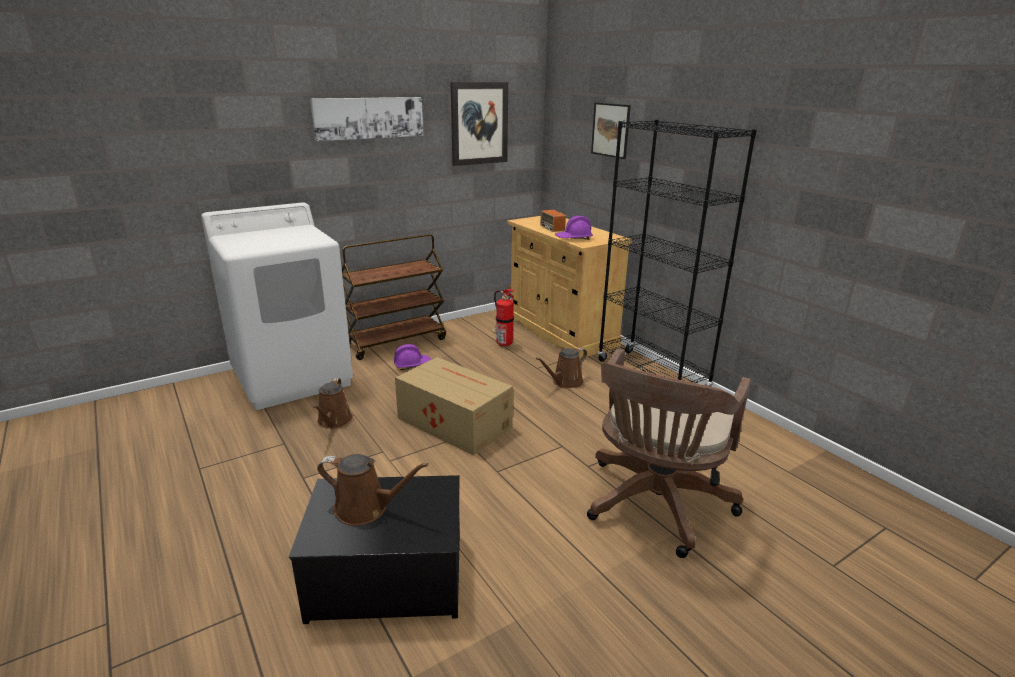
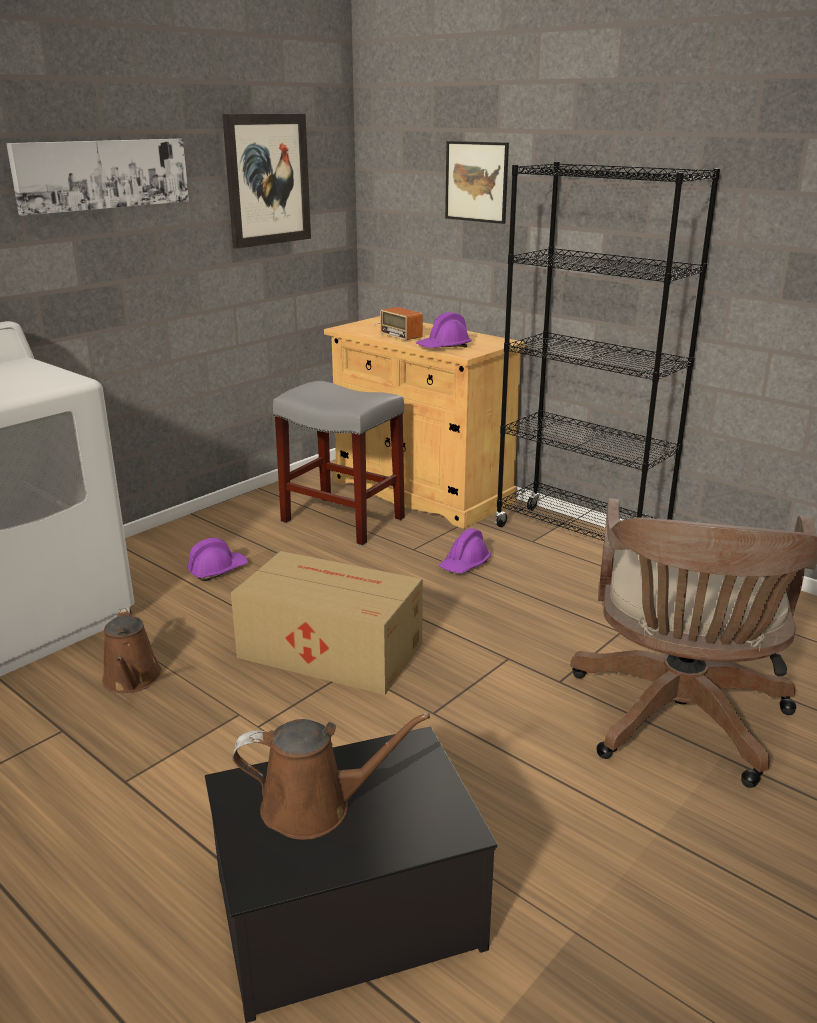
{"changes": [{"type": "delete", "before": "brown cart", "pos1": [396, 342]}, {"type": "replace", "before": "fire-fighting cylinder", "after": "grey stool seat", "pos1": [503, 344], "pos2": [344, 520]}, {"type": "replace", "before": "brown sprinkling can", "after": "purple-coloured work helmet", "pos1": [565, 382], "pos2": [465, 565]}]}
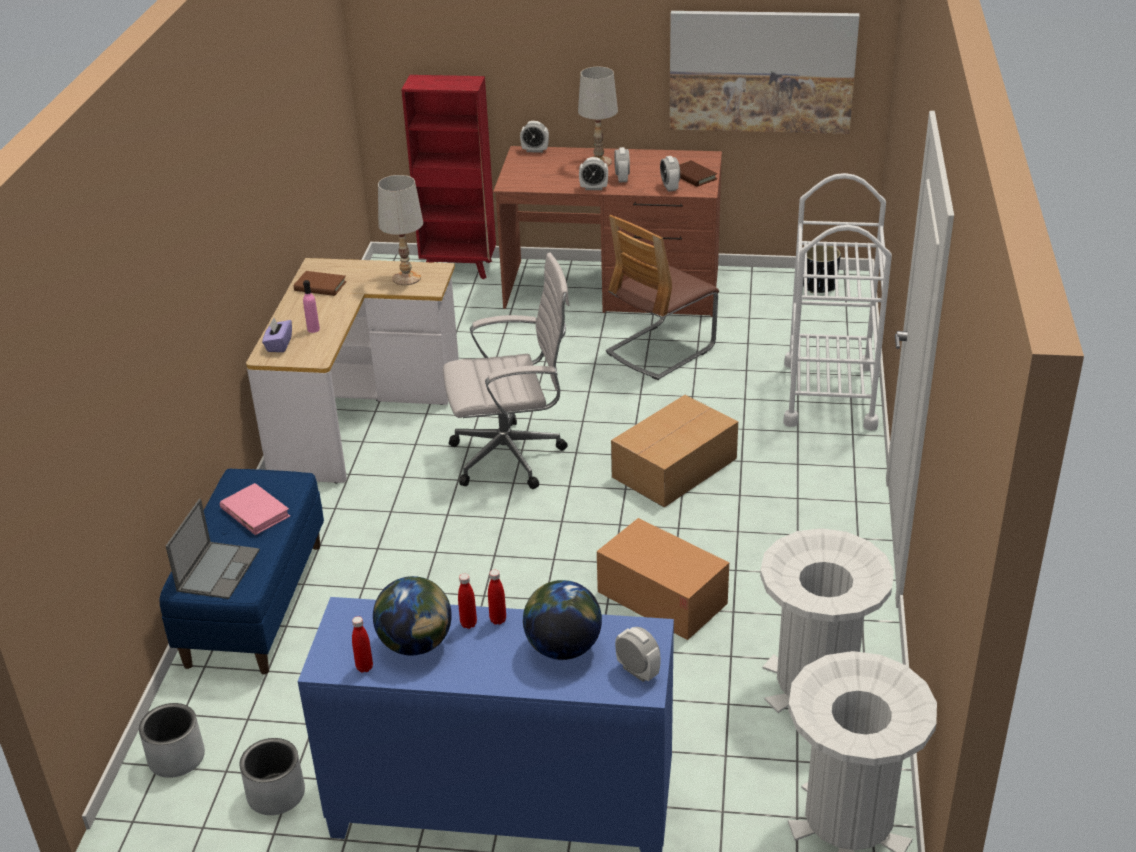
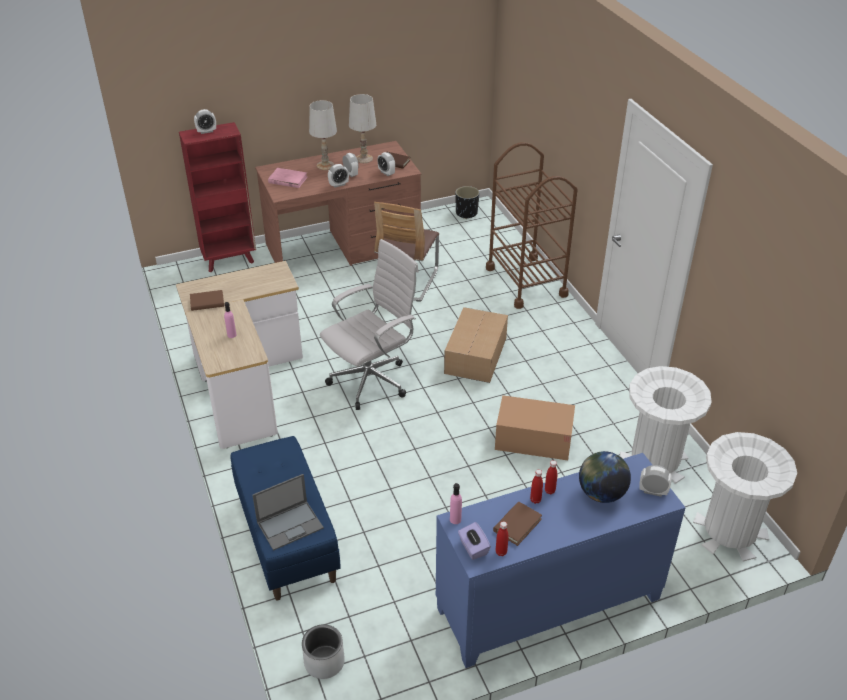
{"changes": [{"type": "rotate", "before": "laptop", "pos1": [218, 570], "pos2": [290, 525], "turn": 75}, {"type": "move", "before": "pinkish book", "pos1": [255, 512], "pos2": [287, 180]}, {"type": "delete", "before": "grey flower pot", "pos1": [276, 795]}, {"type": "move", "before": "purple-coloured box of tissues", "pos1": [279, 345], "pos2": [473, 548]}, {"type": "replace", "before": "desk globe", "after": "brown book", "pos1": [416, 644], "pos2": [517, 525]}, {"type": "move", "before": "white table lamp", "pos1": [406, 278], "pos2": [364, 159]}, {"type": "move", "before": "bedside clock", "pos1": [535, 150], "pos2": [206, 131]}, {"type": "delete", "before": "picture", "pos1": [761, 71]}, {"type": "recolor", "before": "white cart", "after": "brown cart", "pos1": [829, 395], "pos2": [526, 281]}, {"type": "insert", "after": "pinkish drink bottle", "pos2": [455, 519]}]}
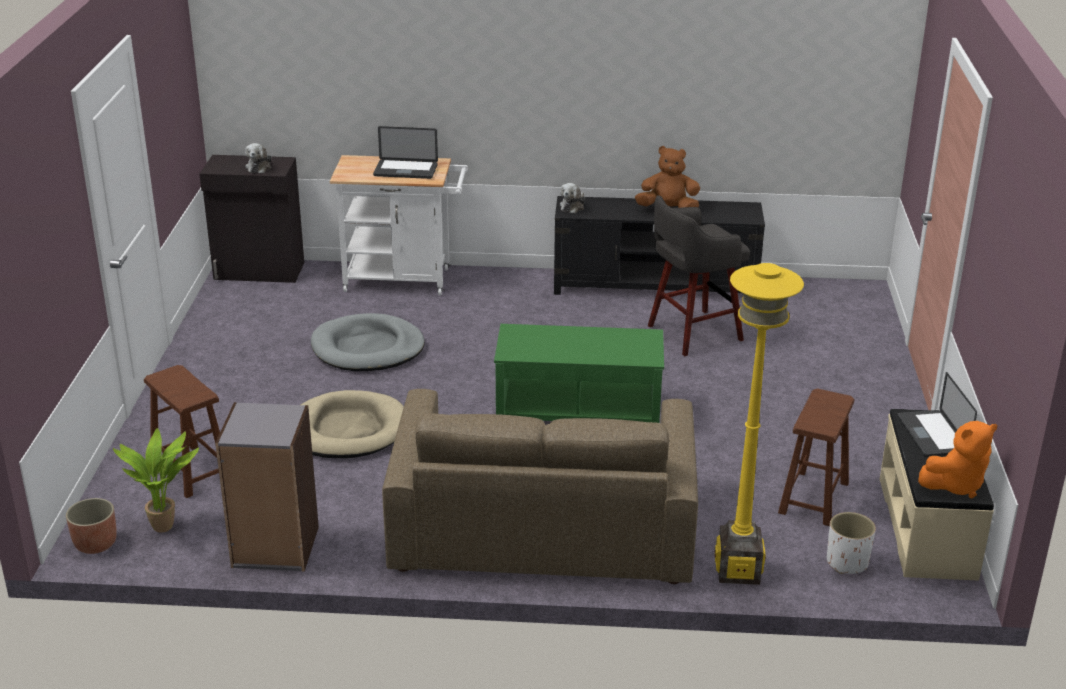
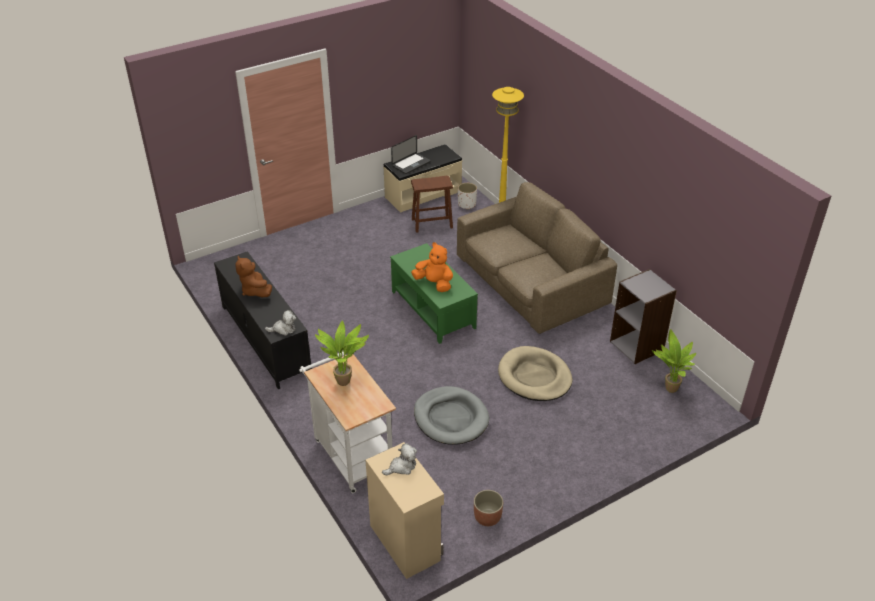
{"changes": [{"type": "move", "before": "flower pot", "pos1": [95, 544], "pos2": [487, 517]}, {"type": "delete", "before": "brown stool seat", "pos1": [191, 471]}, {"type": "recolor", "before": "black cabinet", "after": "beige-coloured cabinet", "pos1": [259, 271], "pos2": [406, 542]}, {"type": "replace", "before": "laptop", "after": "potted plant", "pos1": [405, 170], "pos2": [345, 381]}, {"type": "delete", "before": "grey stool seat", "pos1": [692, 333]}, {"type": "move", "before": "orangey plush toy", "pos1": [955, 485], "pos2": [434, 283]}]}
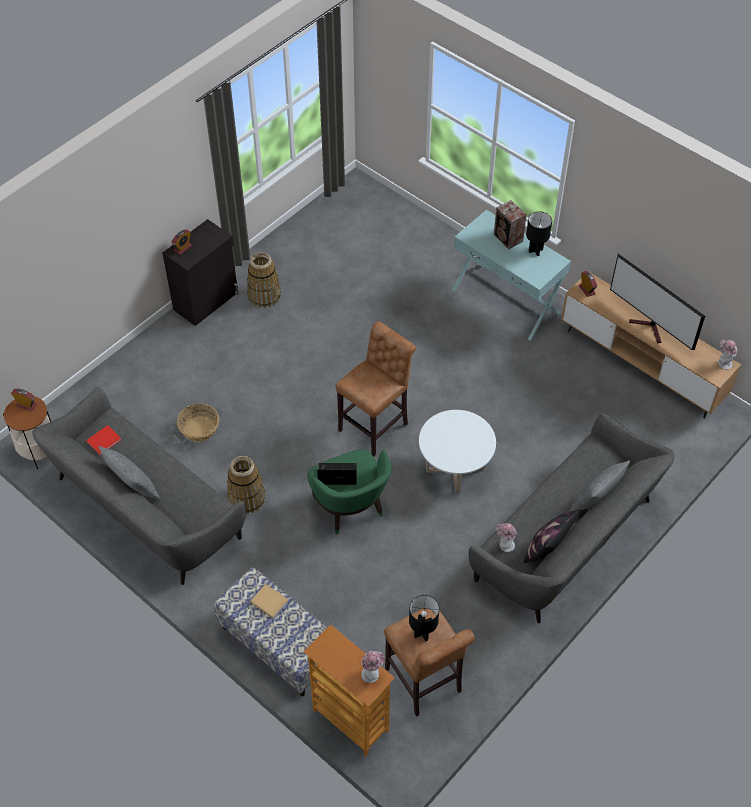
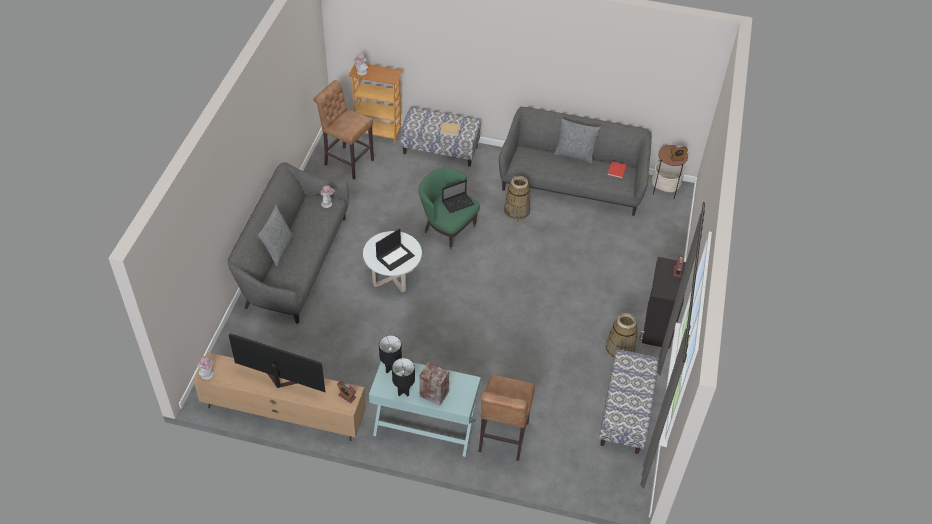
{"changes": [{"type": "delete", "before": "storage basket", "pos1": [199, 428]}, {"type": "move", "before": "brown stool seat", "pos1": [376, 425], "pos2": [502, 440]}, {"type": "move", "before": "black table lamp", "pos1": [422, 633], "pos2": [391, 368]}, {"type": "delete", "before": "cushion", "pos1": [547, 548]}, {"type": "insert", "after": "laptop", "pos2": [395, 256]}, {"type": "insert", "after": "long seat", "pos2": [625, 414]}]}
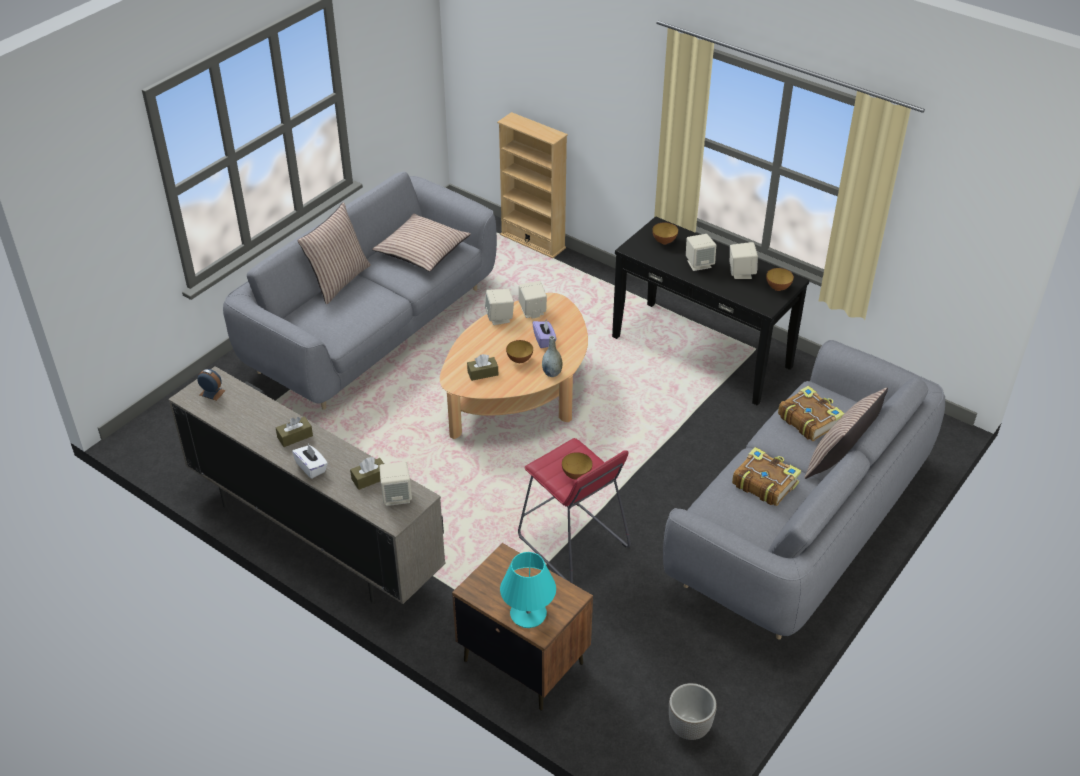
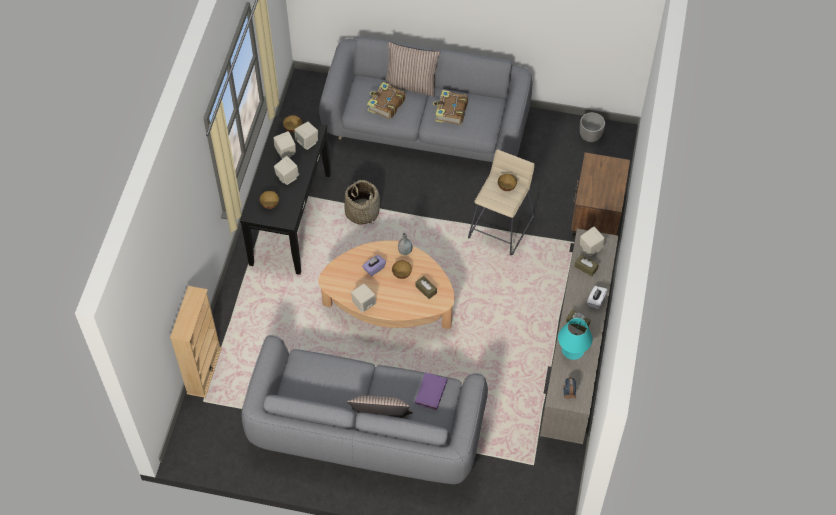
{"changes": [{"type": "delete", "before": "cushion", "pos1": [422, 251]}, {"type": "move", "before": "blue-green table lamp", "pos1": [528, 614], "pos2": [572, 350]}, {"type": "recolor", "before": "reddish stool seat", "after": "beige-coloured stool seat", "pos1": [573, 543], "pos2": [500, 227]}, {"type": "move", "before": "beige-coloured loudspeaker", "pos1": [532, 311], "pos2": [307, 142]}, {"type": "insert", "after": "storage basket", "pos2": [362, 212]}, {"type": "insert", "after": "purple-coloured book", "pos2": [430, 392]}]}
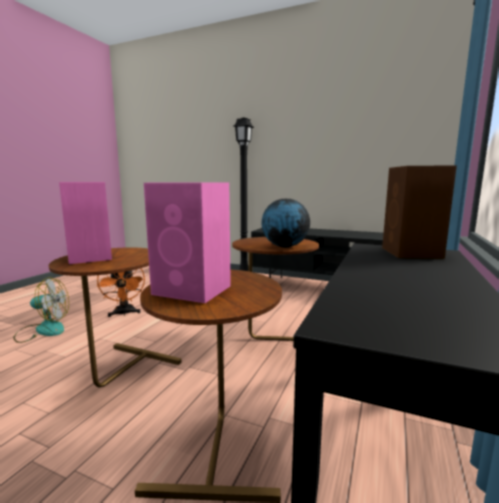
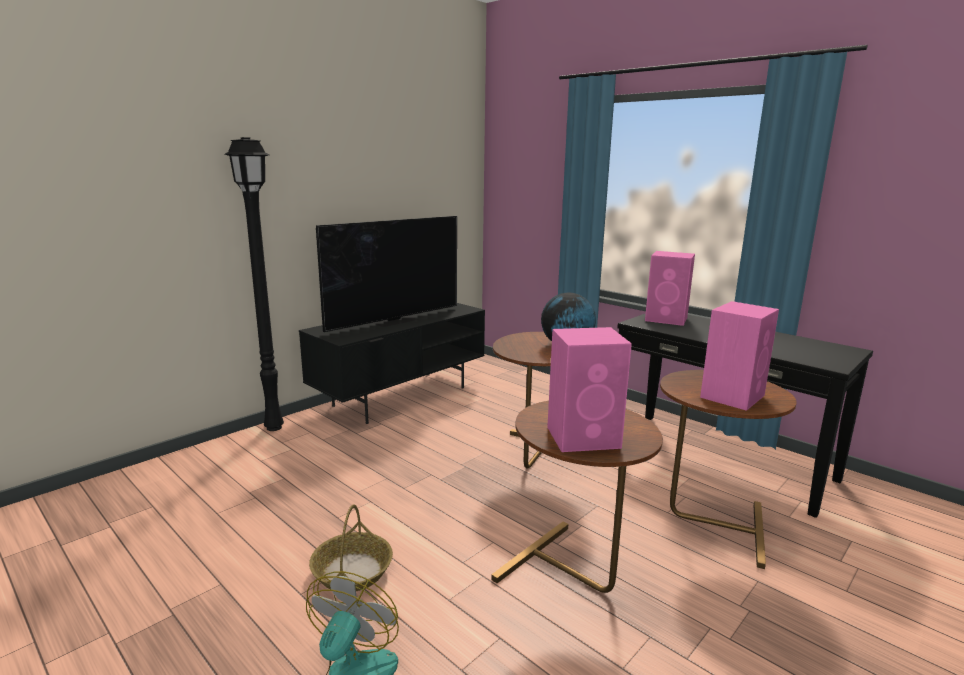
{"changes": [{"type": "replace", "before": "orangey cooling fan", "after": "storage basket", "pos1": [124, 313], "pos2": [352, 571]}, {"type": "recolor", "before": "brown loudspeaker", "after": "pinkish loudspeaker", "pos1": [411, 253], "pos2": [667, 319]}, {"type": "insert", "after": "TV set", "pos2": [395, 320]}]}
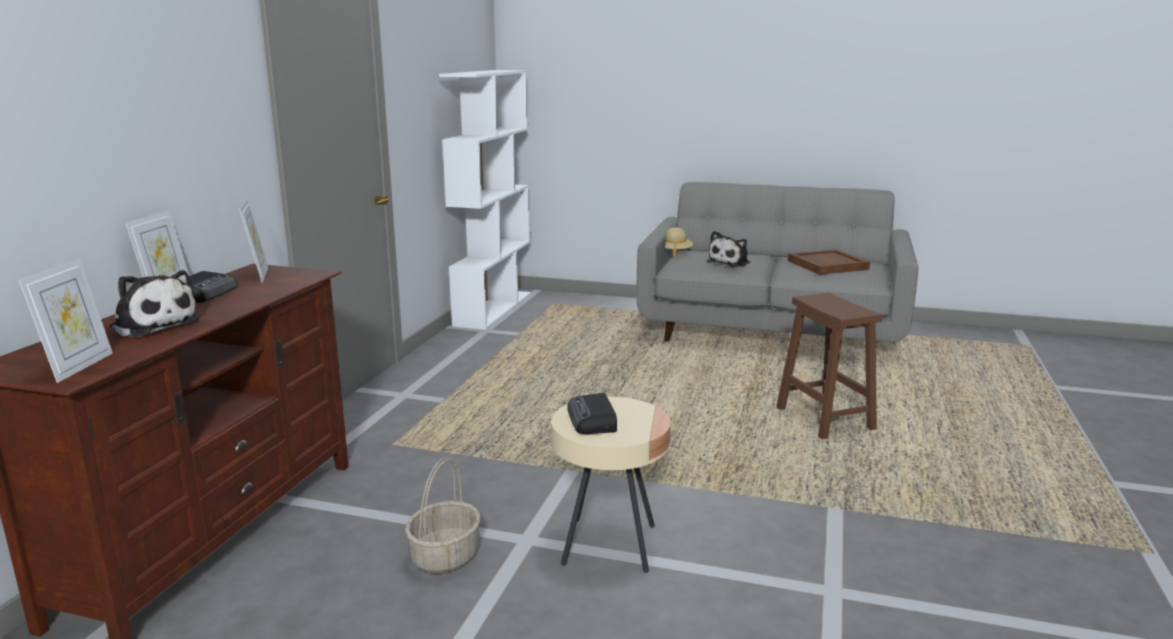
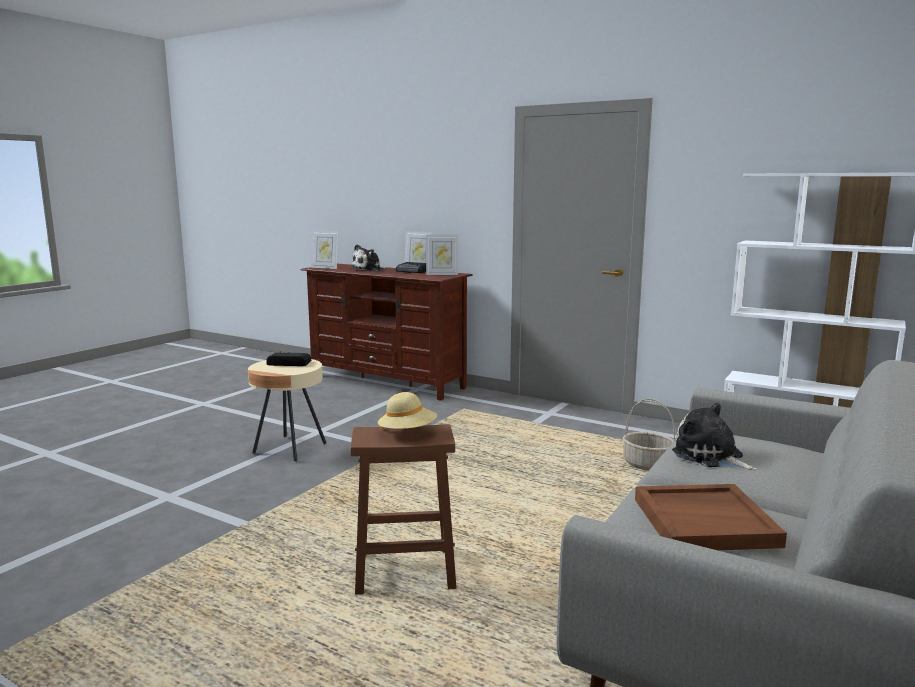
{"changes": [{"type": "move", "before": "storage basket", "pos1": [445, 556], "pos2": [648, 464]}, {"type": "move", "before": "beige-coloured wearable hat", "pos1": [674, 252], "pos2": [407, 433]}]}
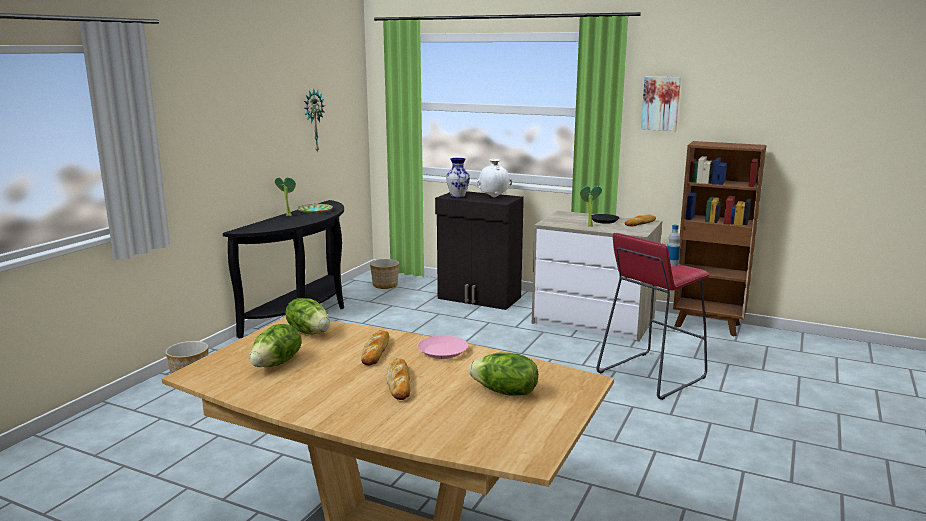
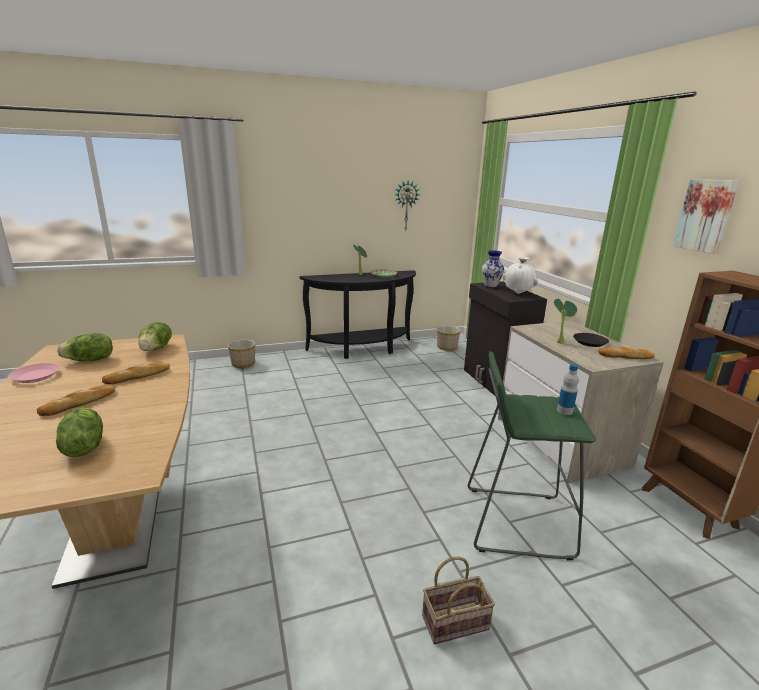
{"changes": [{"type": "move", "before": "pinkish dinner plate", "pos1": [442, 351], "pos2": [36, 376]}, {"type": "recolor", "before": "reddish stool seat", "after": "green-coloured stool seat", "pos1": [650, 375], "pos2": [516, 521]}, {"type": "insert", "after": "storage basket", "pos2": [456, 621]}]}
